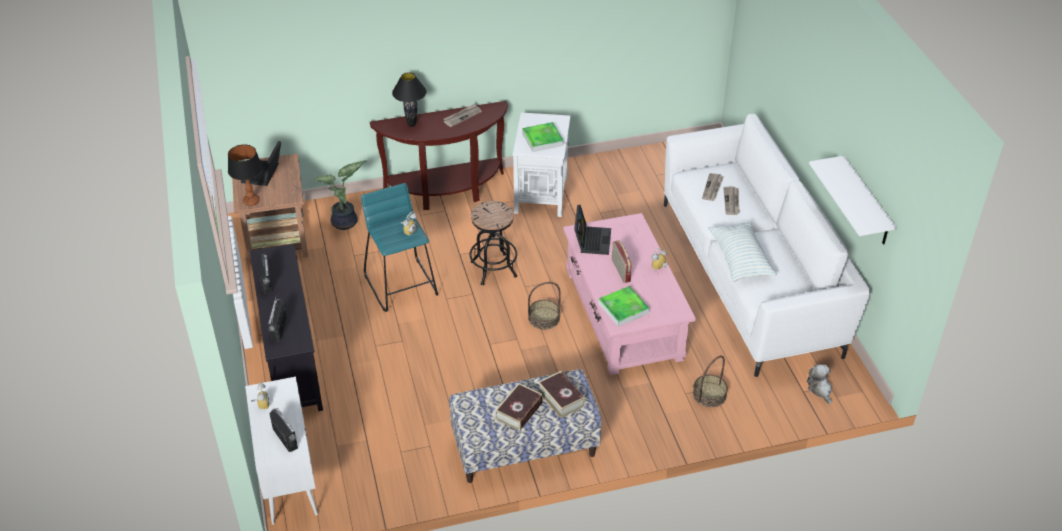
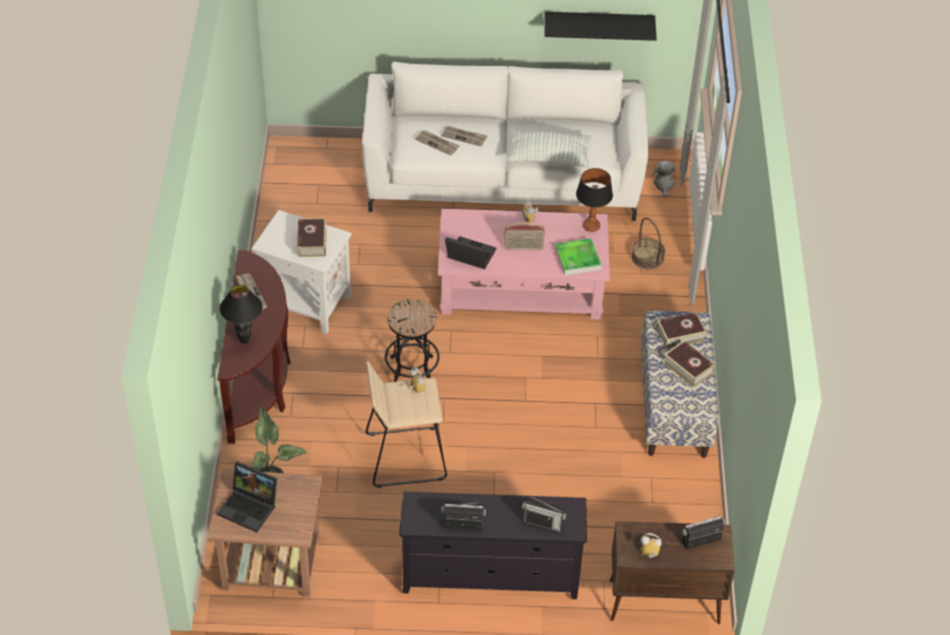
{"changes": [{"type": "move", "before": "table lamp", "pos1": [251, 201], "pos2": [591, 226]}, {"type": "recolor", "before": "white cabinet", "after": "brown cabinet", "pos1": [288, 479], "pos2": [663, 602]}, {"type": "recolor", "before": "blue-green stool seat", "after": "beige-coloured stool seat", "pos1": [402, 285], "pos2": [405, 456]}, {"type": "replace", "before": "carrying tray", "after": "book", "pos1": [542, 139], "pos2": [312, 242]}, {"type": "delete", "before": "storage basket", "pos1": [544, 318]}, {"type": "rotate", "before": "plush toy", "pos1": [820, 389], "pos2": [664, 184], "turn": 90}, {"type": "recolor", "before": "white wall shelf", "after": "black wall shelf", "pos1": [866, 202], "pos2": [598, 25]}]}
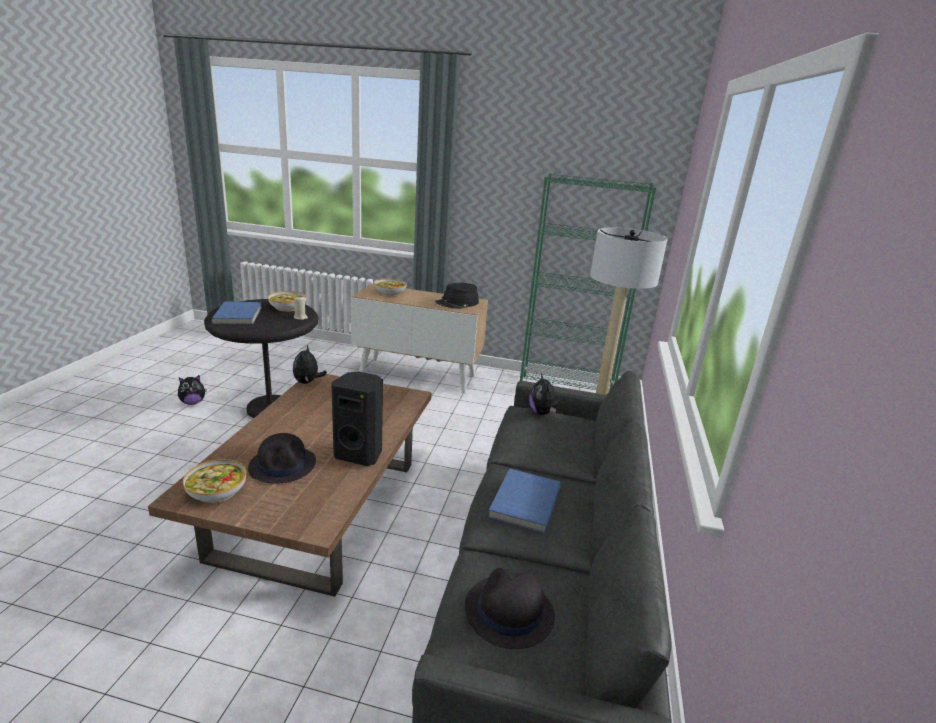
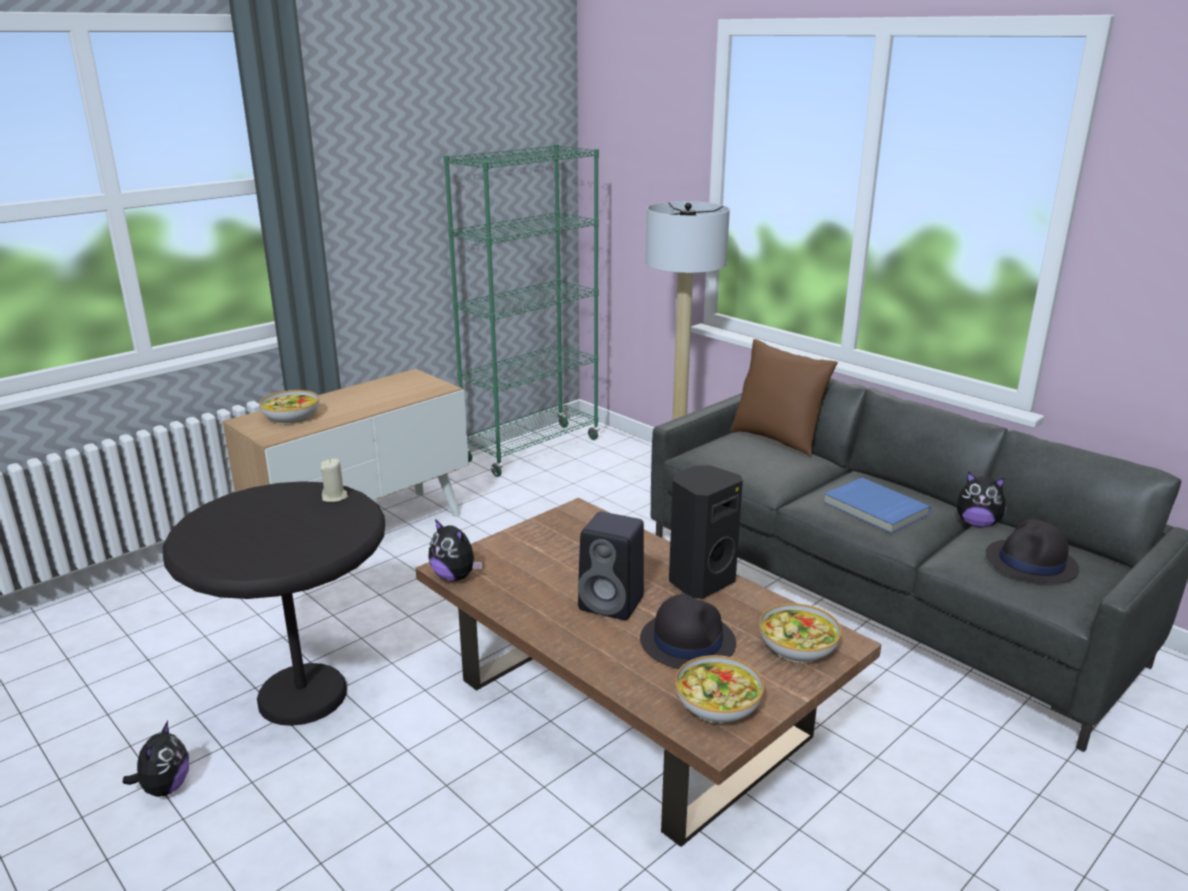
{"changes": [{"type": "delete", "before": "blue book", "pos1": [239, 315]}, {"type": "move", "before": "serving bowl", "pos1": [288, 307], "pos2": [798, 646]}, {"type": "delete", "before": "black wearable hat", "pos1": [457, 303]}, {"type": "move", "before": "plush toy", "pos1": [542, 413], "pos2": [977, 524]}, {"type": "insert", "after": "black loudspeaker", "pos2": [613, 603]}, {"type": "insert", "after": "brown cushion", "pos2": [777, 439]}]}
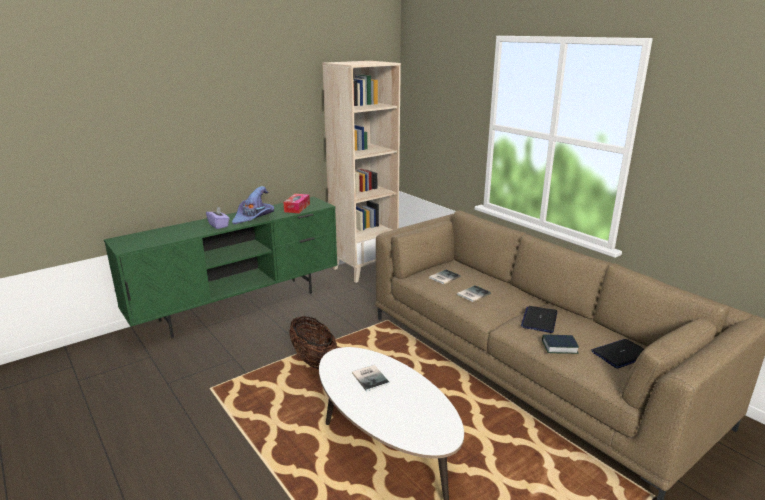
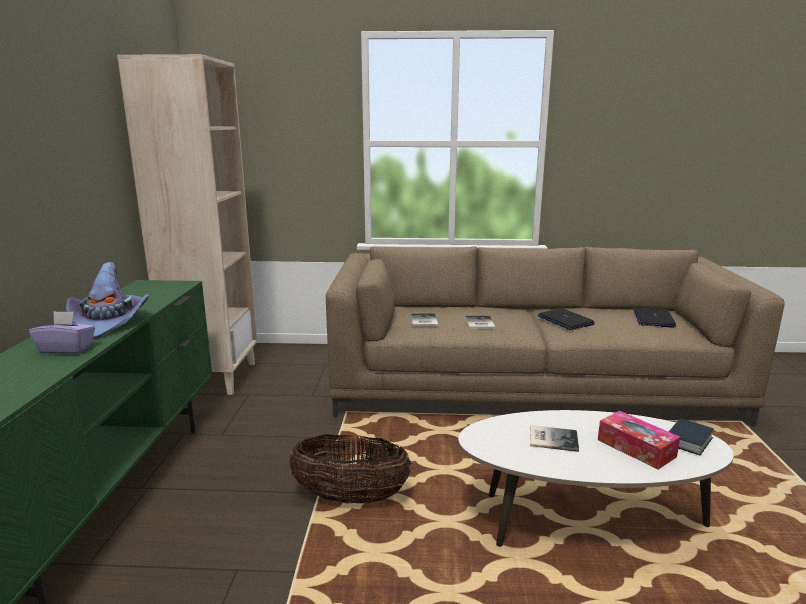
{"changes": [{"type": "move", "before": "box of tissues", "pos1": [297, 208], "pos2": [636, 448]}, {"type": "move", "before": "book", "pos1": [559, 347], "pos2": [687, 441]}]}
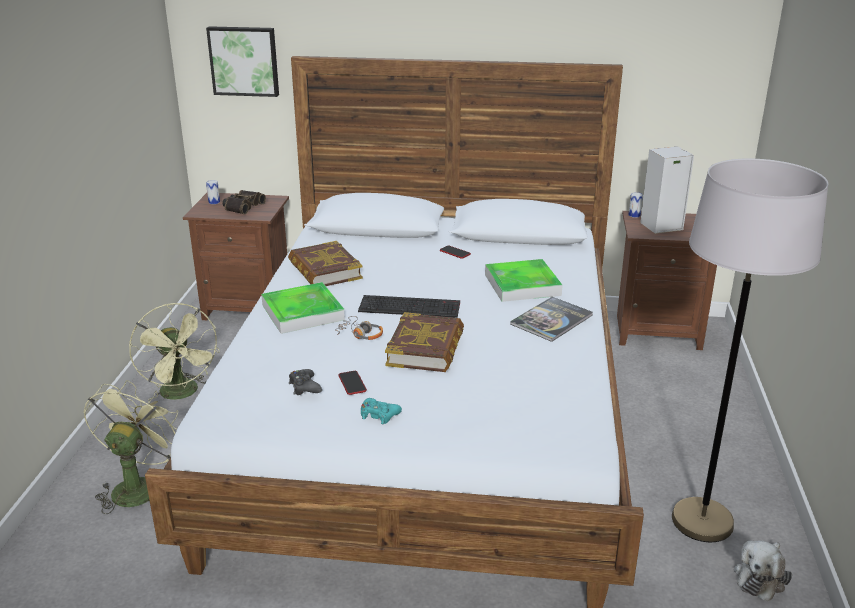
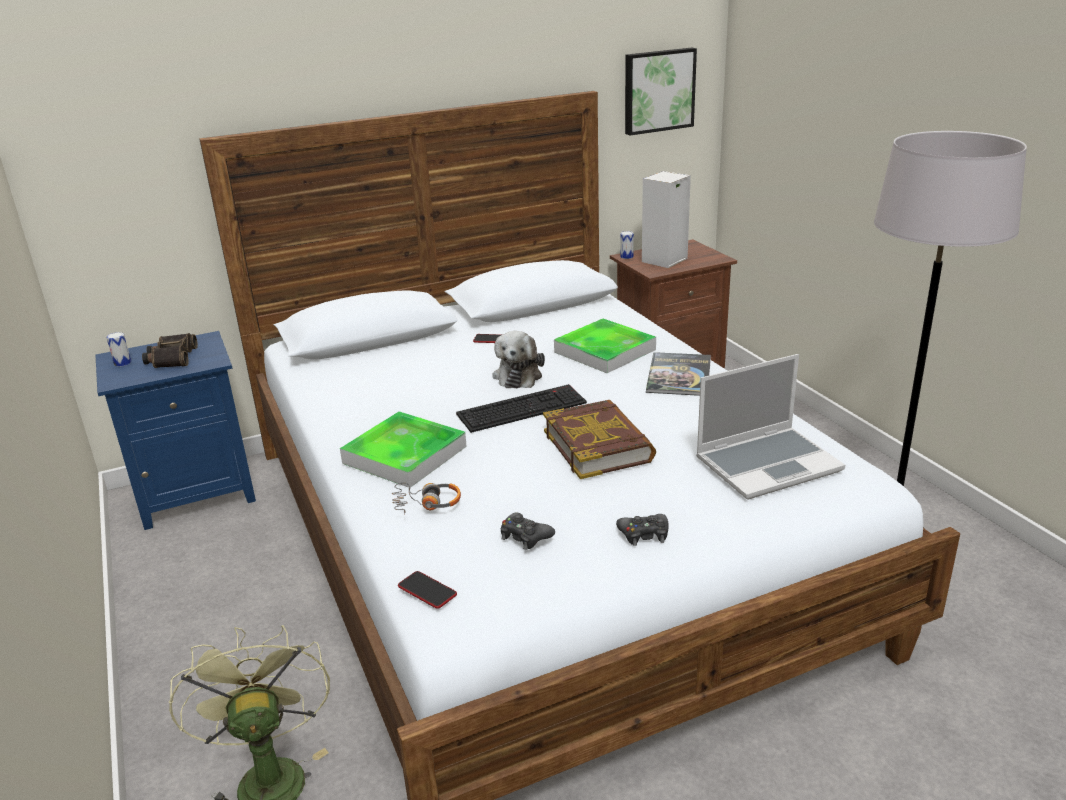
{"changes": [{"type": "delete", "before": "green-coloured cooling fan", "pos1": [183, 394]}, {"type": "recolor", "before": "brown bedside table", "after": "blue bedside table", "pos1": [248, 307], "pos2": [196, 494]}, {"type": "move", "before": "picture", "pos1": [244, 61], "pos2": [658, 90]}, {"type": "delete", "before": "book", "pos1": [324, 271]}, {"type": "move", "before": "headphones", "pos1": [360, 334], "pos2": [427, 503]}, {"type": "move", "before": "handset", "pos1": [352, 383], "pos2": [427, 591]}, {"type": "recolor", "before": "blue-green game controller", "after": "black game controller", "pos1": [379, 415], "pos2": [644, 534]}, {"type": "move", "before": "plush toy", "pos1": [761, 577], "pos2": [518, 375]}, {"type": "insert", "after": "laptop", "pos2": [768, 464]}]}
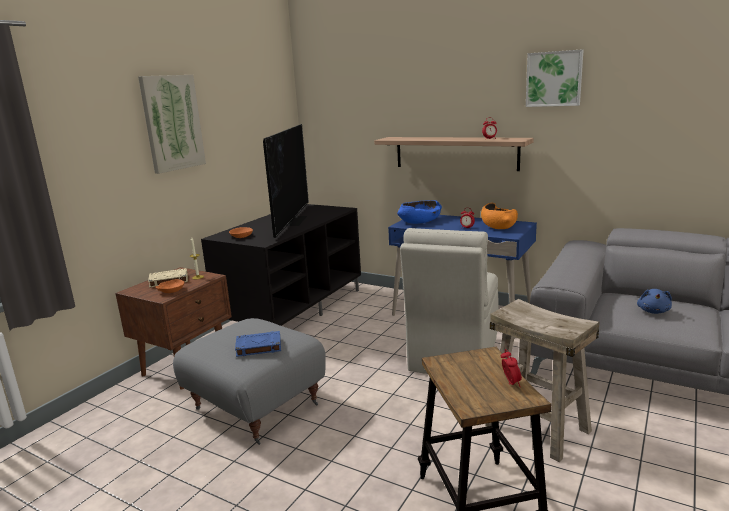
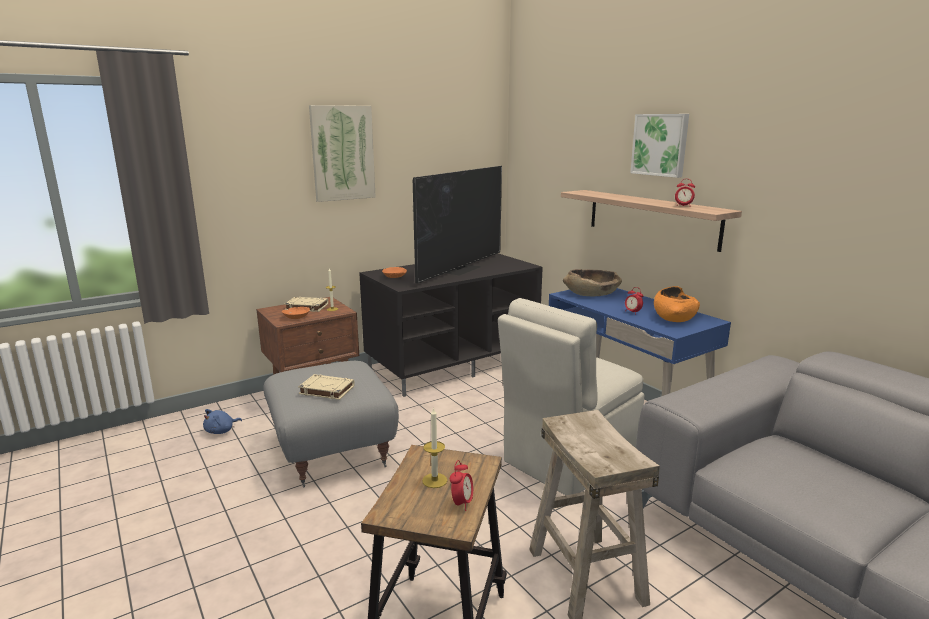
{"changes": [{"type": "recolor", "before": "blue book", "after": "beige-coloured book", "pos1": [258, 347], "pos2": [326, 390]}, {"type": "recolor", "before": "blue serving bowl", "after": "brown serving bowl", "pos1": [420, 221], "pos2": [591, 294]}, {"type": "move", "before": "picture", "pos1": [554, 79], "pos2": [660, 145]}, {"type": "move", "before": "blue plush toy", "pos1": [653, 311], "pos2": [221, 431]}, {"type": "insert", "after": "wax light", "pos2": [434, 480]}]}
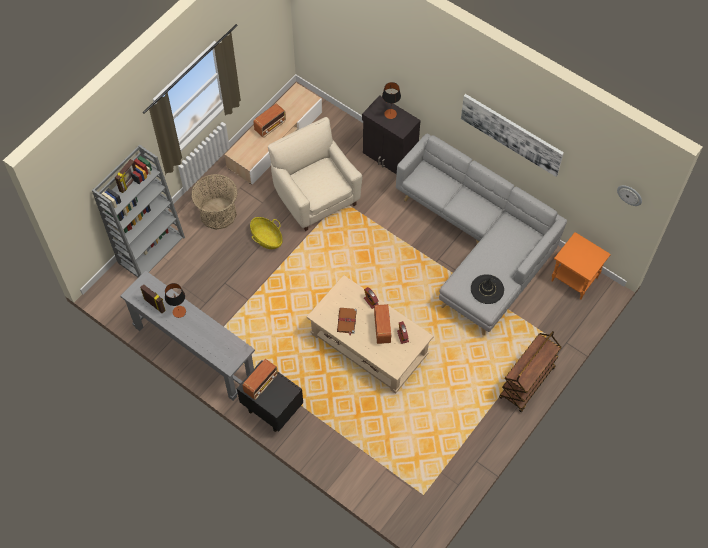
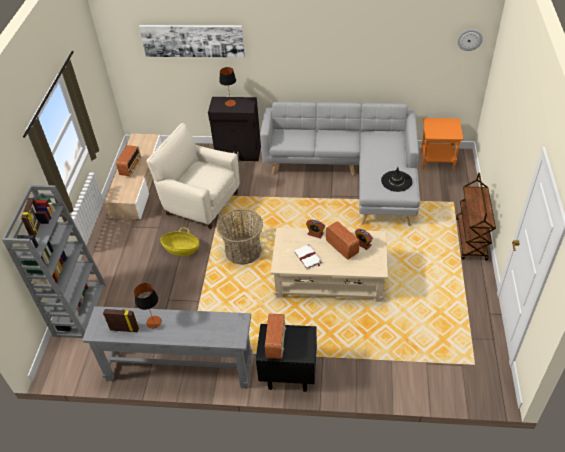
{"changes": [{"type": "move", "before": "storage basket", "pos1": [218, 213], "pos2": [243, 251]}, {"type": "recolor", "before": "brown book", "after": "white book", "pos1": [346, 321], "pos2": [308, 258]}, {"type": "move", "before": "picture", "pos1": [511, 134], "pos2": [192, 40]}]}
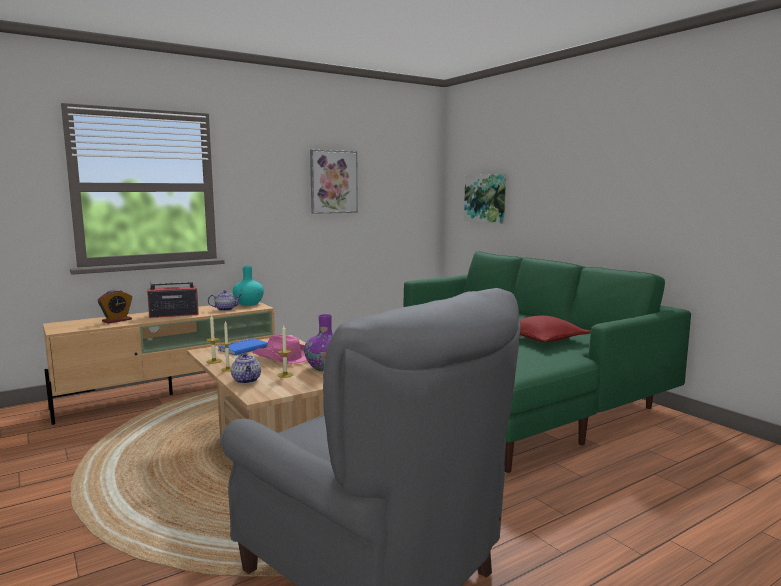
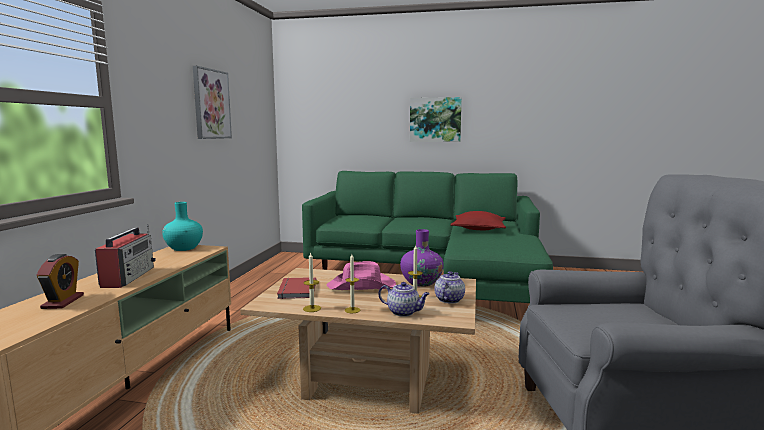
{"changes": [{"type": "rotate", "before": "radio", "pos1": [173, 315], "pos2": [128, 277], "turn": 150}, {"type": "move", "before": "pot for tea", "pos1": [226, 309], "pos2": [449, 299]}, {"type": "recolor", "before": "blue book", "after": "reddish book", "pos1": [242, 348], "pos2": [296, 290]}, {"type": "move", "before": "picture", "pos1": [485, 198], "pos2": [435, 119]}]}
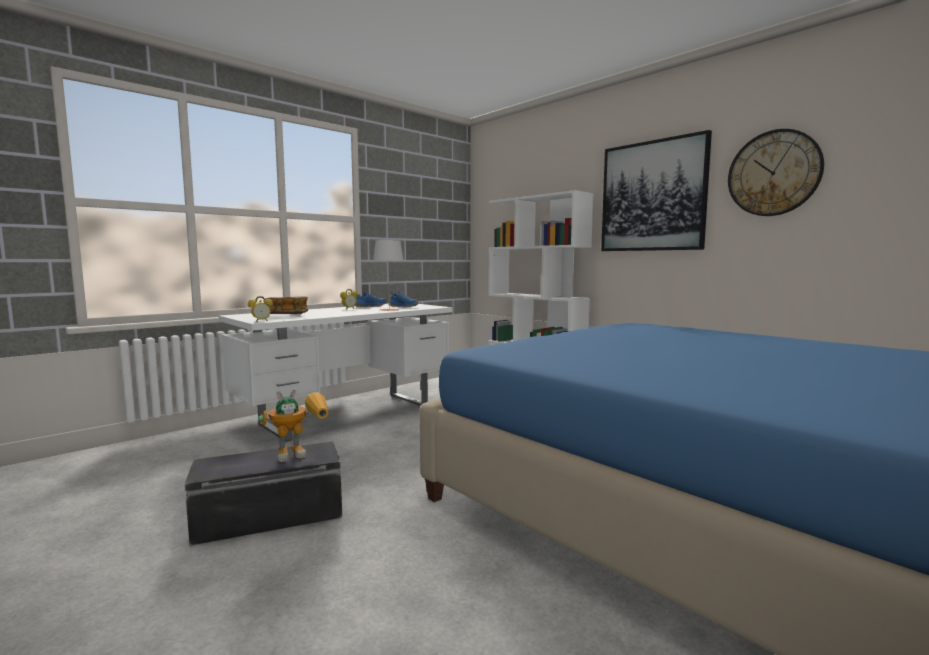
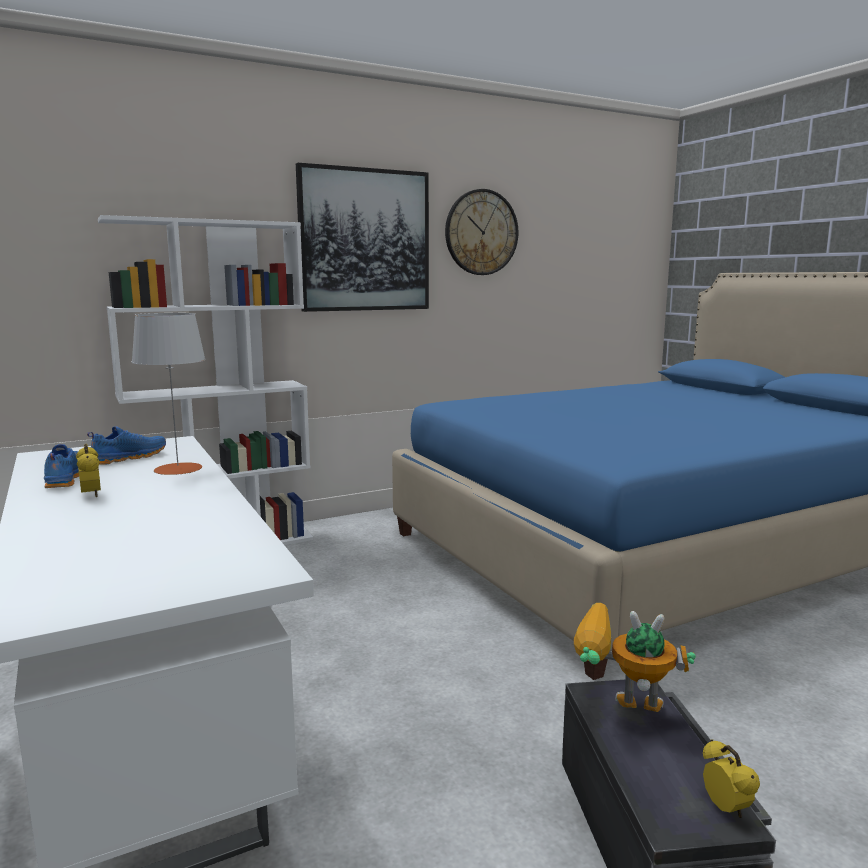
{"changes": [{"type": "move", "before": "bedside clock", "pos1": [261, 321], "pos2": [726, 809]}, {"type": "rotate", "before": "model robot", "pos1": [301, 452], "pos2": [619, 712], "turn": -60}, {"type": "delete", "before": "book", "pos1": [286, 315]}]}
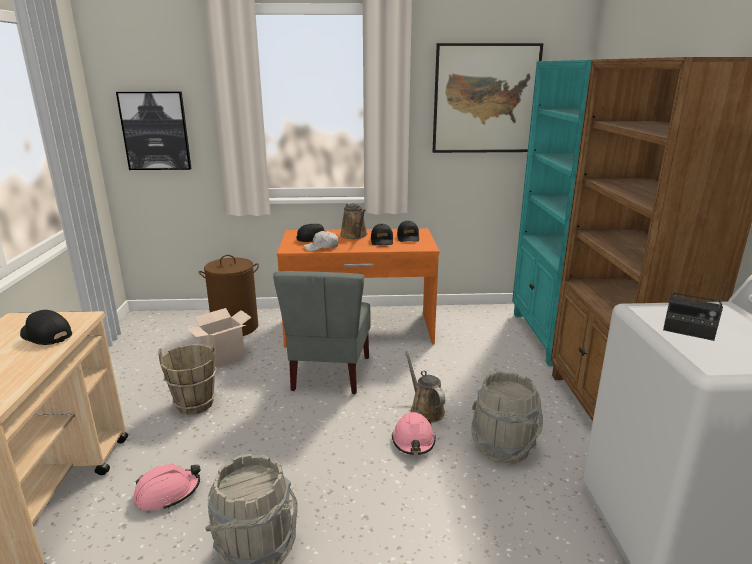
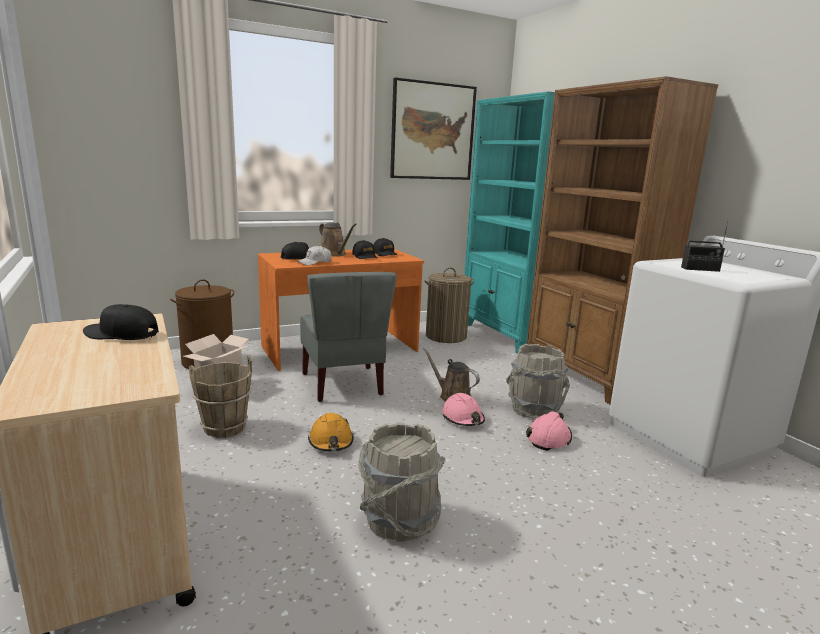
{"changes": [{"type": "delete", "before": "picture", "pos1": [155, 131]}, {"type": "move", "before": "pinkish work helmet", "pos1": [167, 493], "pos2": [549, 438]}, {"type": "insert", "after": "orangey work helmet", "pos2": [331, 442]}, {"type": "insert", "after": "washing basket", "pos2": [446, 336]}]}
